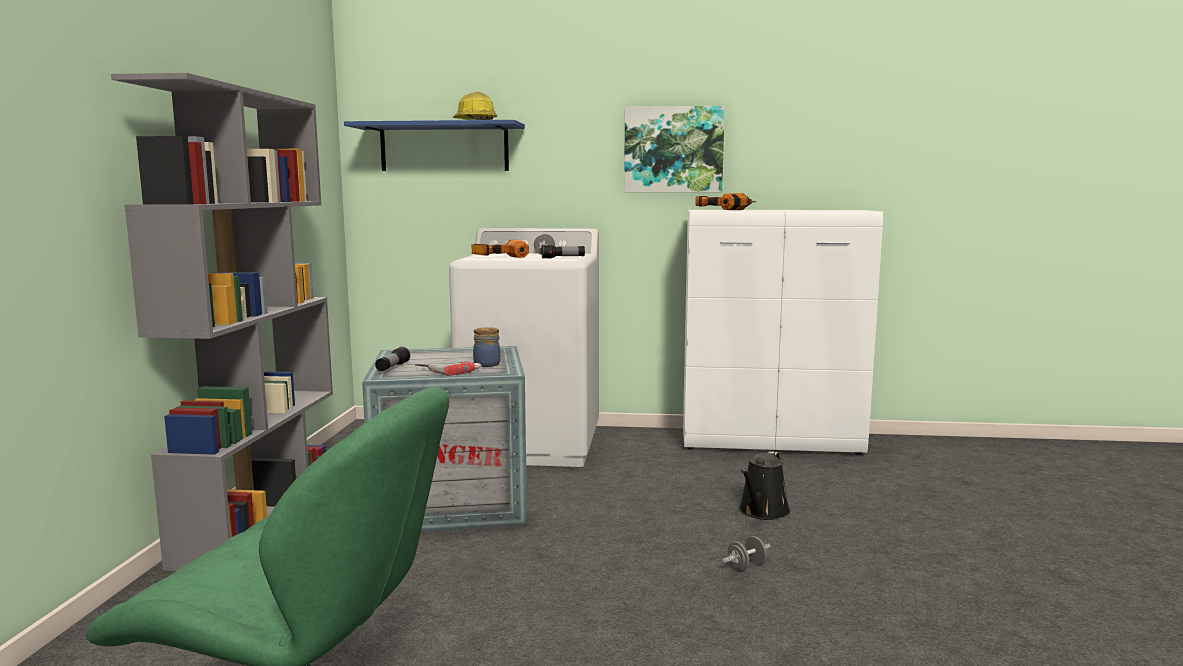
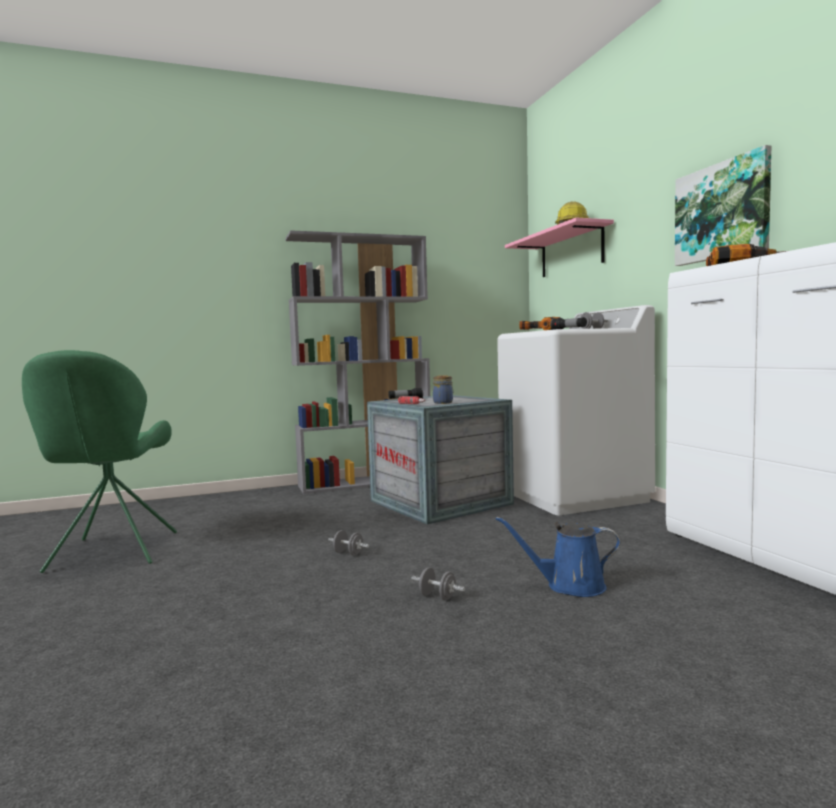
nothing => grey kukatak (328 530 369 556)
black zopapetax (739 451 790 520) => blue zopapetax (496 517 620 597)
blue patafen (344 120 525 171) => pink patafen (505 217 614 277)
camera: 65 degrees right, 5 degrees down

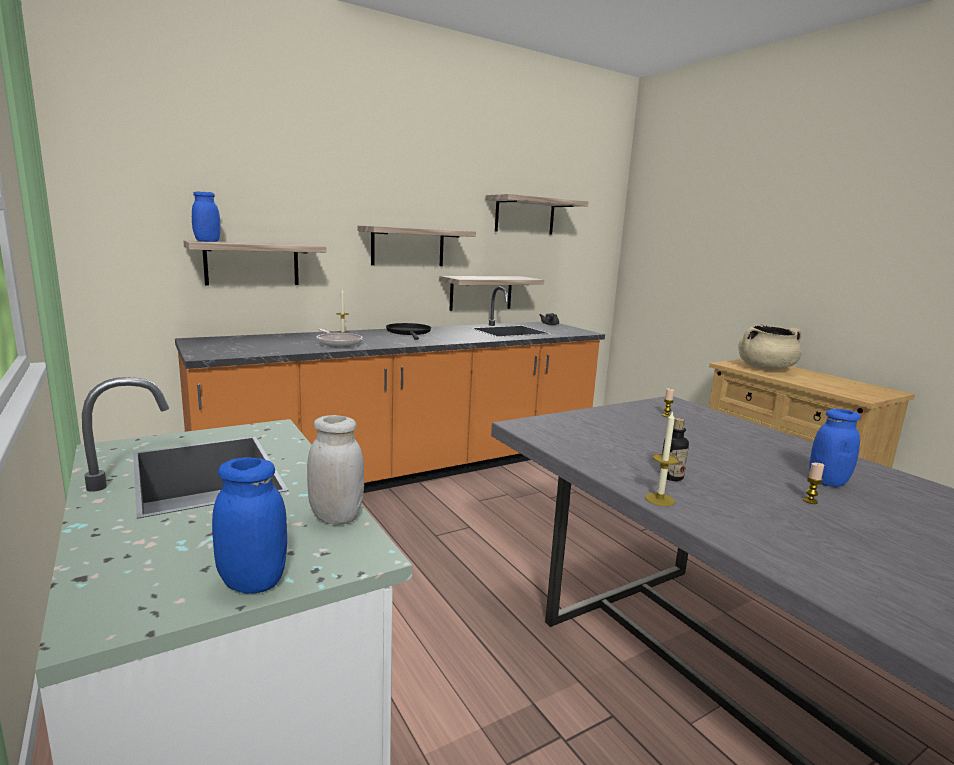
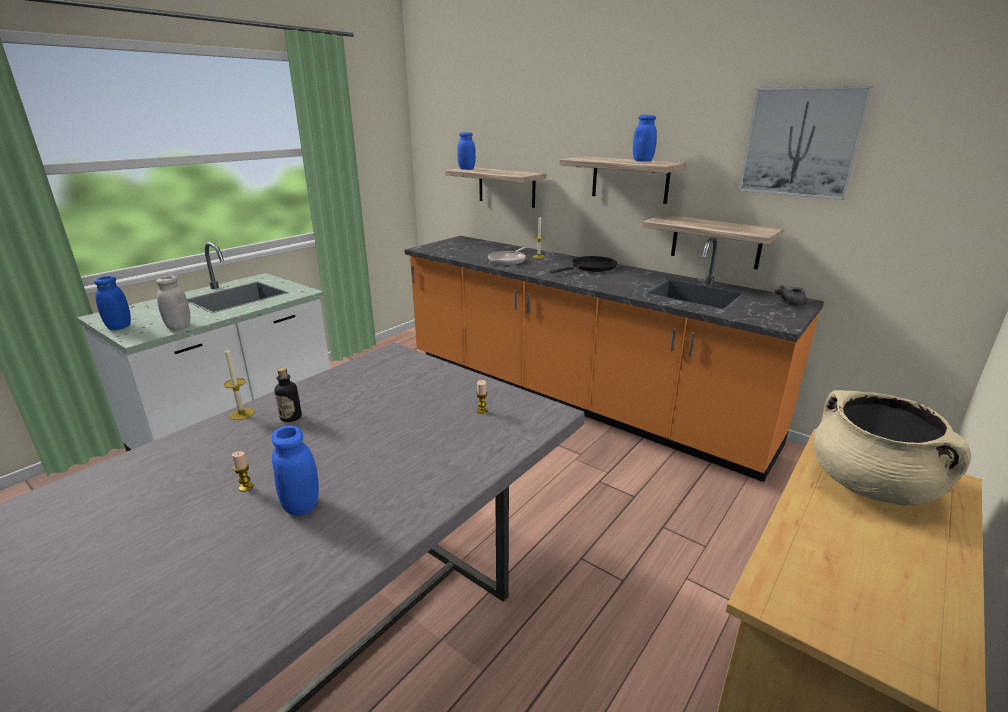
nothing => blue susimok (633 115 657 162)
patafen (486 194 589 234) => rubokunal (739 86 874 200)
camera: 70 degrees right, 10 degrees up

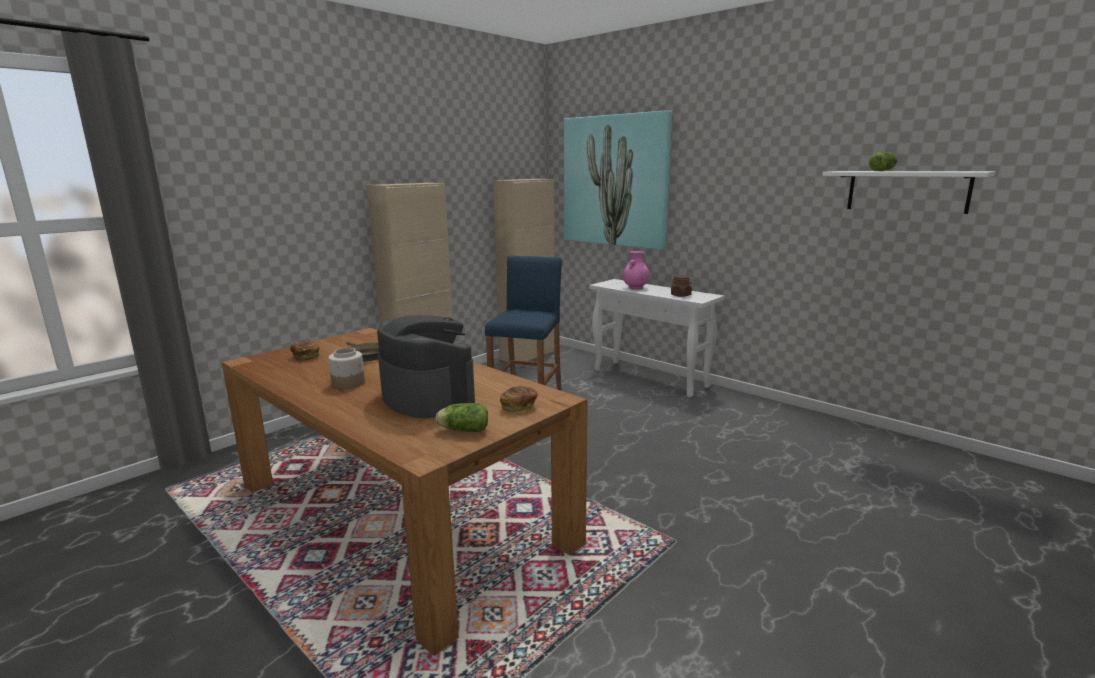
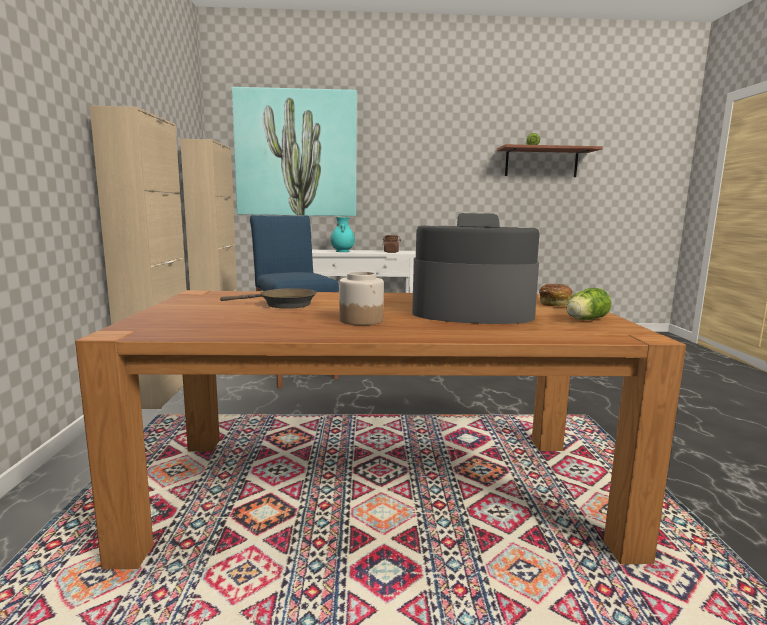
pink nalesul (623 251 649 290) => turquoise nalesul (331 217 355 252)
white patafen (822 171 996 214) => brown patafen (497 144 603 177)
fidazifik (290 341 320 360) => nothing
camera: 45 degrees left, 5 degrees down

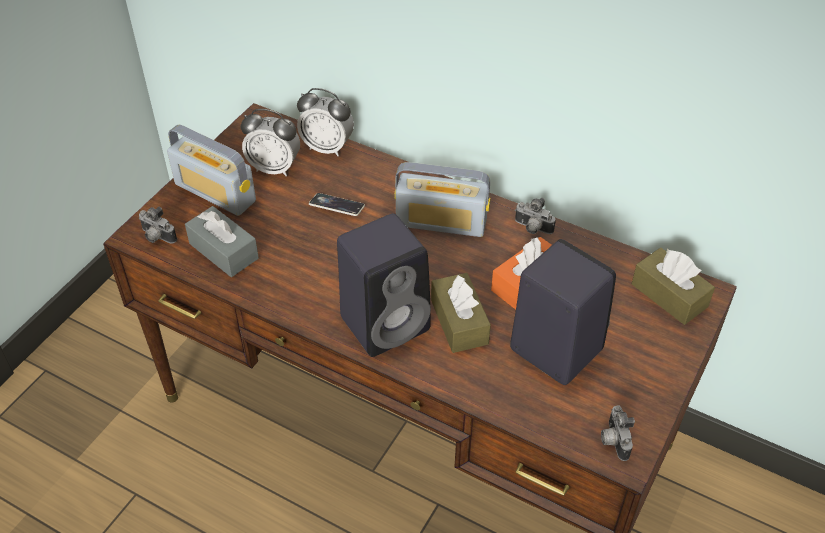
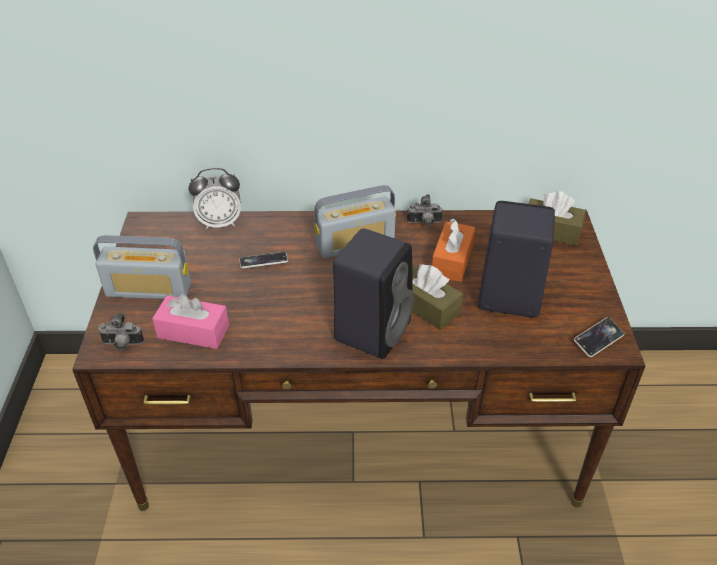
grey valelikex (185 206 259 277) => pink valelikex (152 294 229 349)
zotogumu (601 405 635 461) => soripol (574 317 624 357)
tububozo (241 109 300 176) => nothing
camera: 30 degrees left, 5 degrees down

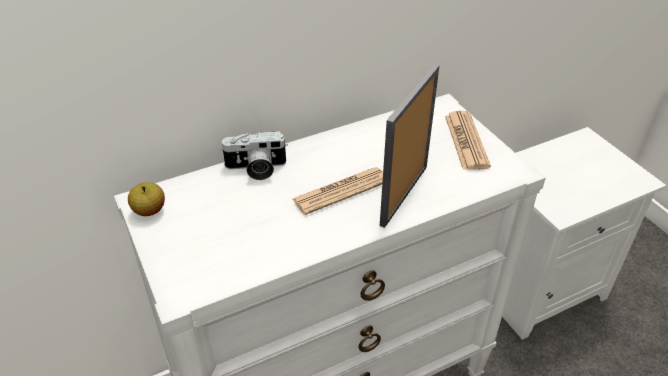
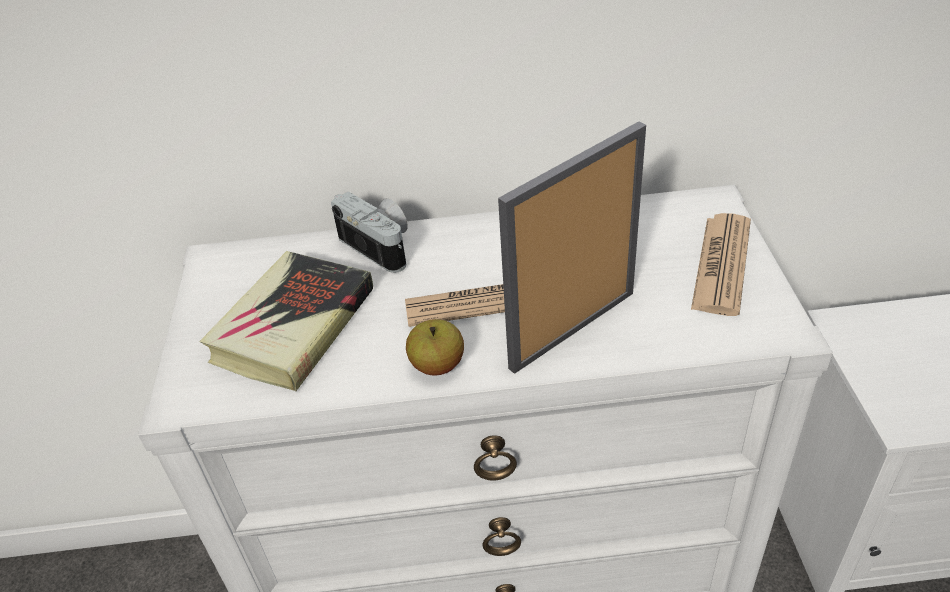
nothing => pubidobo (199 251 373 391)
zotogumu (220 131 288 180) => zotogumu (331 191 407 273), 150 degrees counterclockwise
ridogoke (128 182 165 216) => ridogoke (406 319 464 375), relocated
camera: 25 degrees right, 0 degrees up

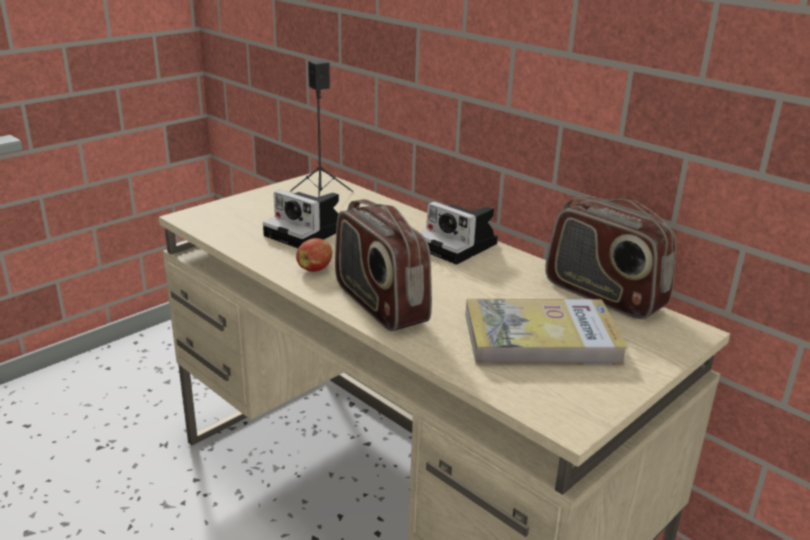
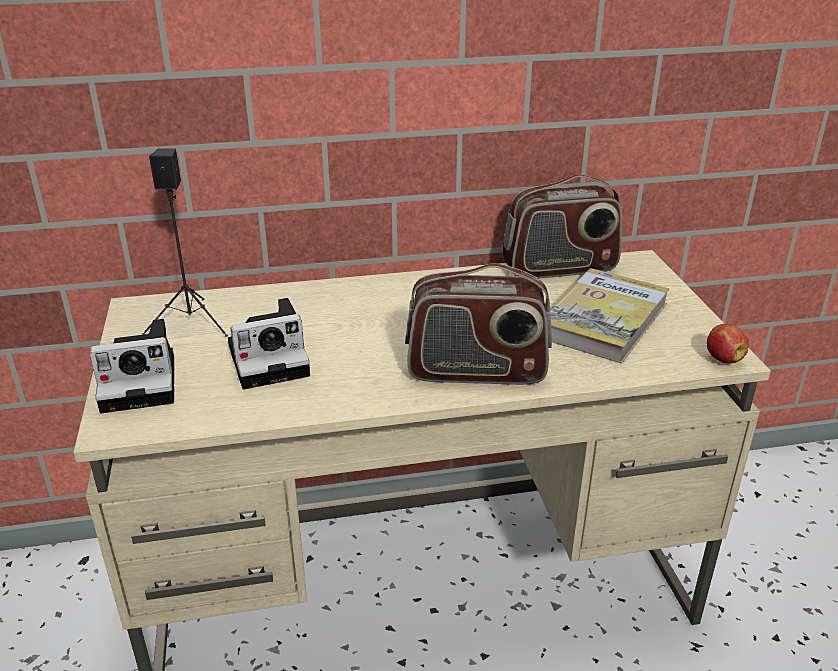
zotogumu (420 202 498 265) => zotogumu (90 319 174 414), relocated
ridogoke (296 238 332 272) => ridogoke (707 324 749 363), relocated
camera: 55 degrees left, 5 degrees up

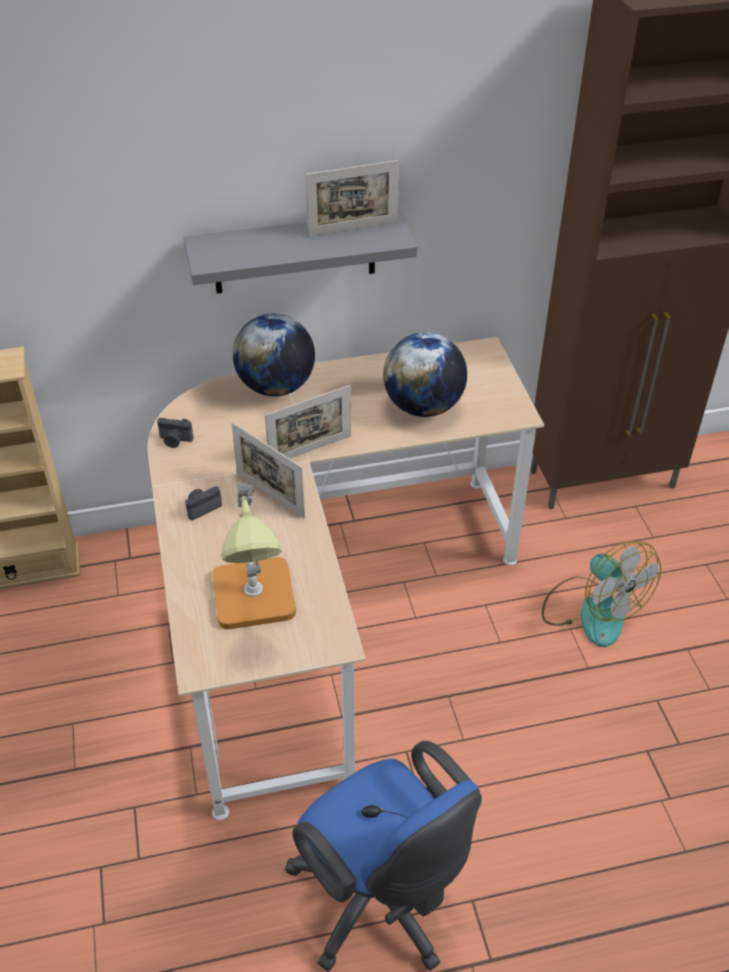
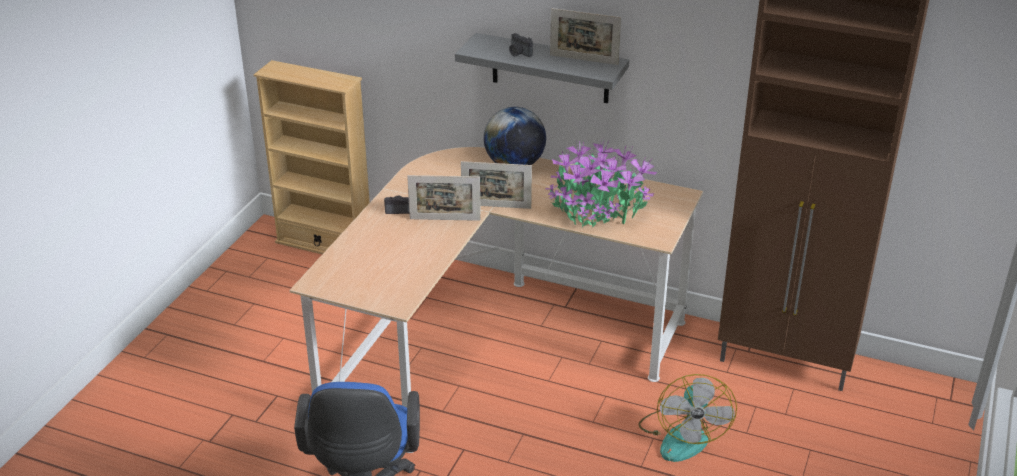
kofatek (231 422 305 518) => kofatek (407 175 481 221), 75 degrees counterclockwise
zotogumu (157 418 194 448) => zotogumu (509 33 533 57), relocated
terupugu (383 332 467 417) => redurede (545 138 657 228)
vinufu (212 483 296 629) => nothing
camera: 35 degrees right, 10 degrees down

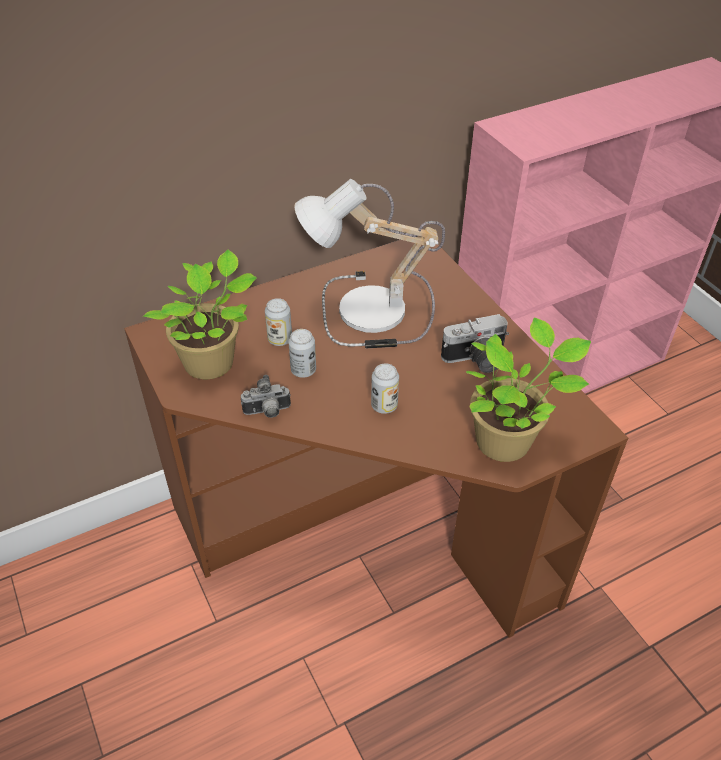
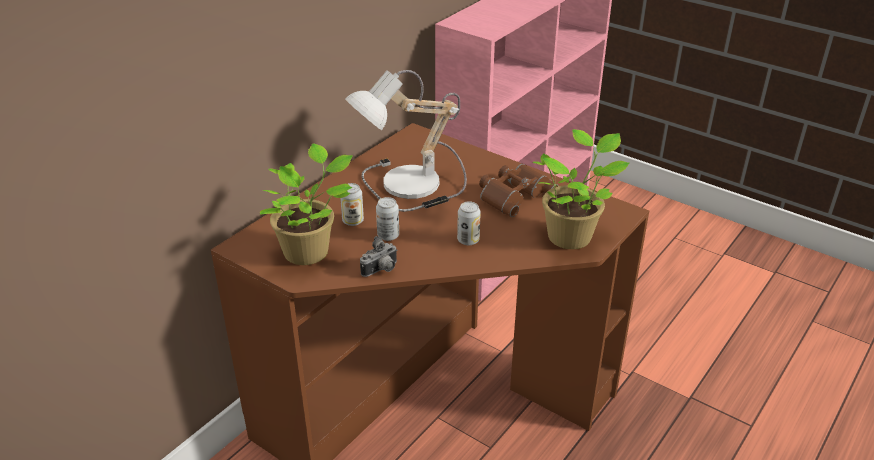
zotogumu (441 314 509 373) => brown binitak (479 164 558 217)
camera: 25 degrees left, 10 degrees down

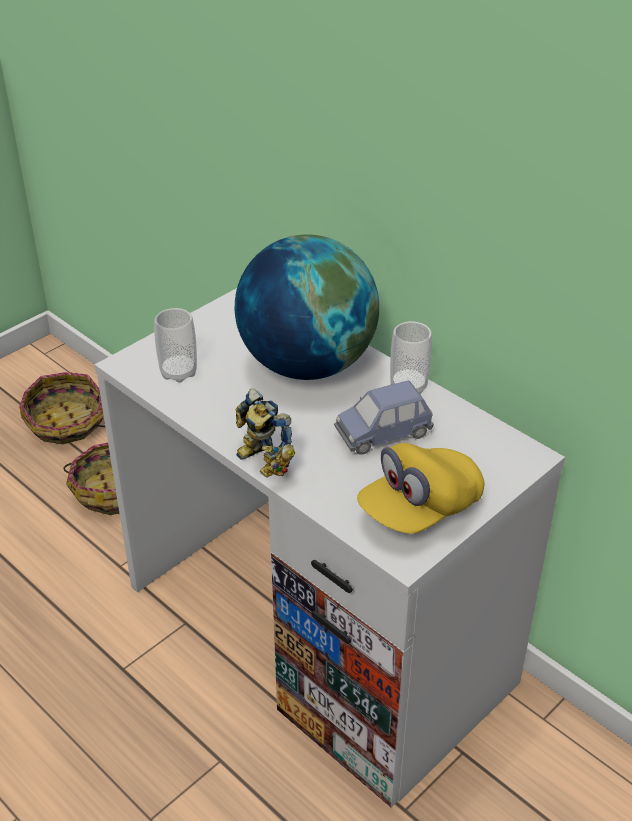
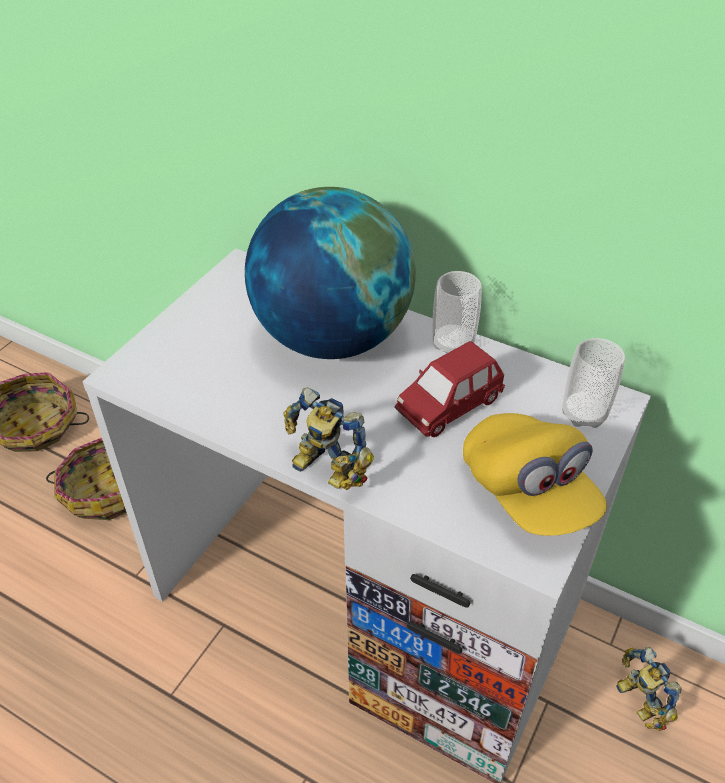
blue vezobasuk (334 381 434 455) => red vezobasuk (395 341 505 437)
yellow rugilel (357 443 485 534) => yellow rugilel (463 413 607 536), 60 degrees counterclockwise
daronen (154 308 197 383) => daronen (562 338 625 428), relocated
nothing => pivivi (616 647 682 731)
camera: 15 degrees left, 5 degrees up

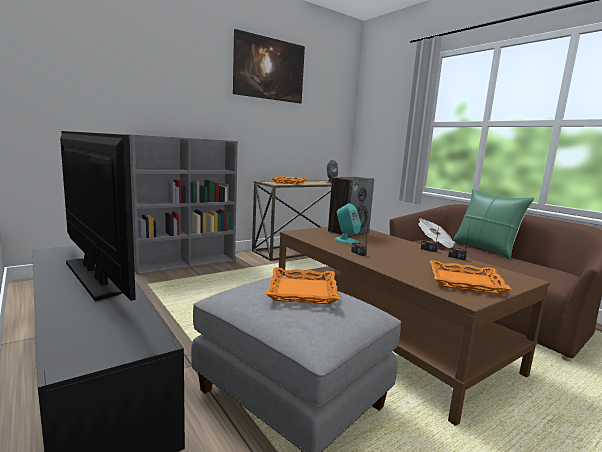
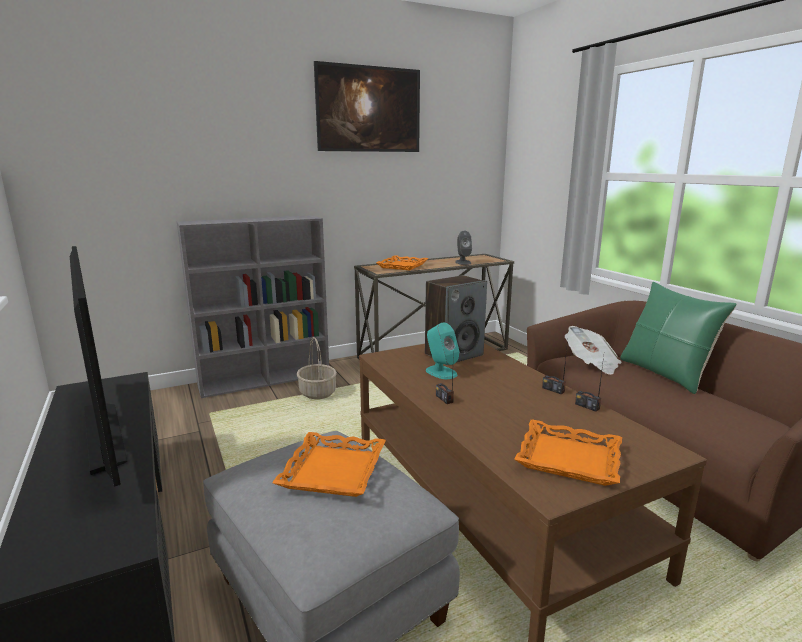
nothing => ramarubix (297 337 337 399)
camera: 10 degrees right, 5 degrees up

